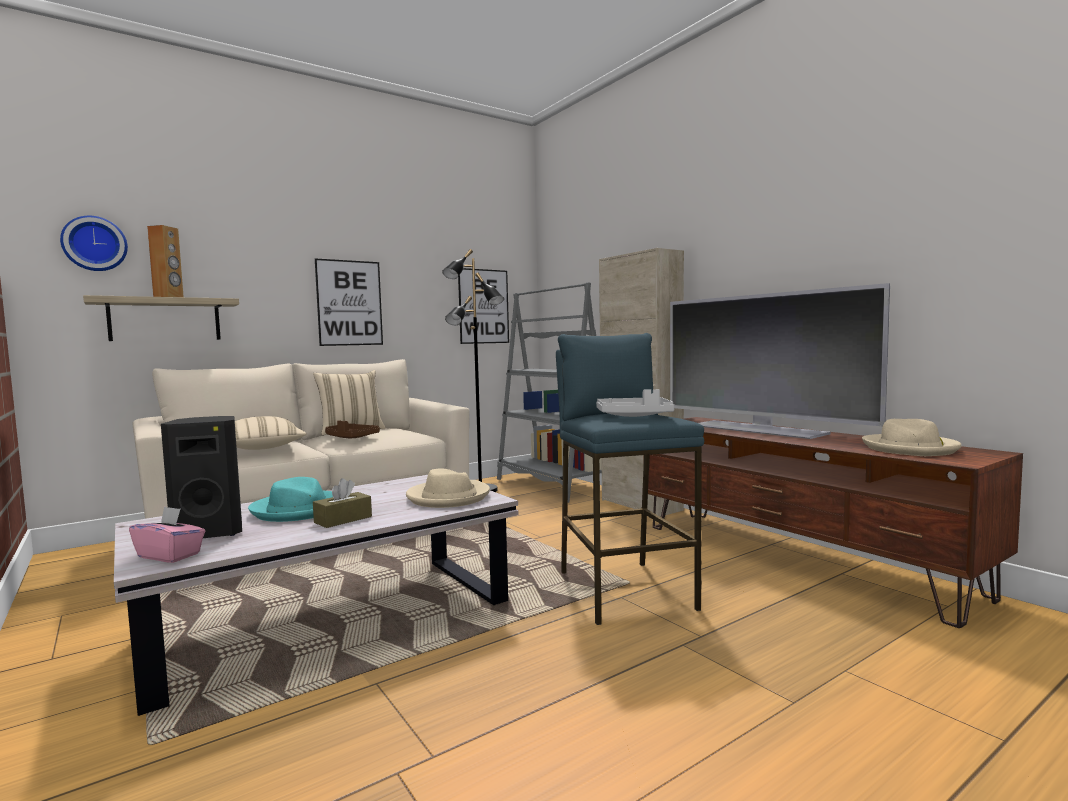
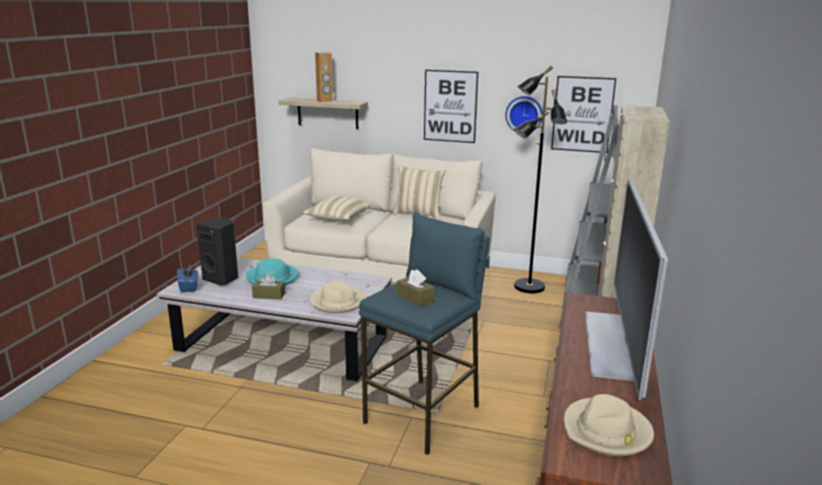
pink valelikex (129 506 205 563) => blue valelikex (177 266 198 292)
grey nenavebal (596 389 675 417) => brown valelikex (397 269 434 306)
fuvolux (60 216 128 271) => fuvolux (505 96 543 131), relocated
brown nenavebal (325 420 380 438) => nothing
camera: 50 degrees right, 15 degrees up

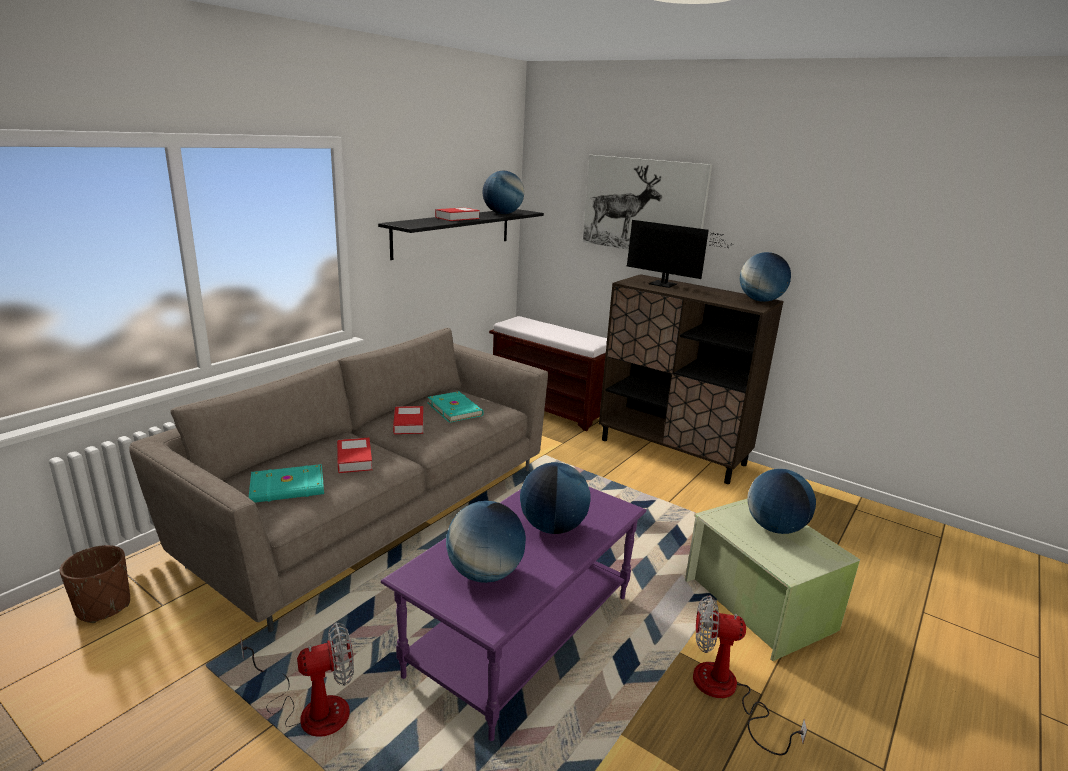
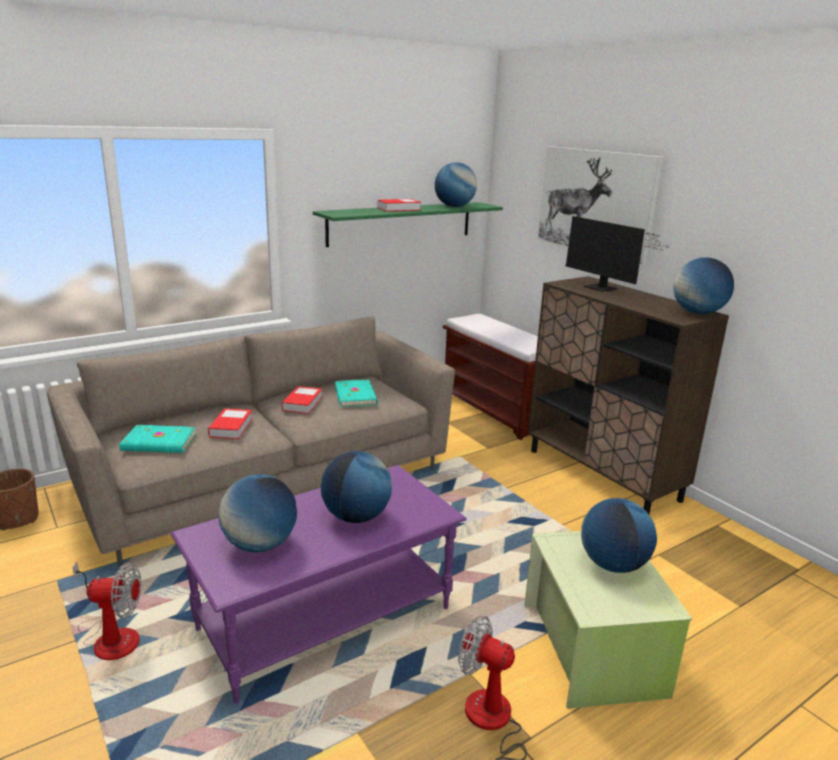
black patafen (378 209 544 260) => green patafen (313 202 503 247)
camera: 20 degrees right, 0 degrees up

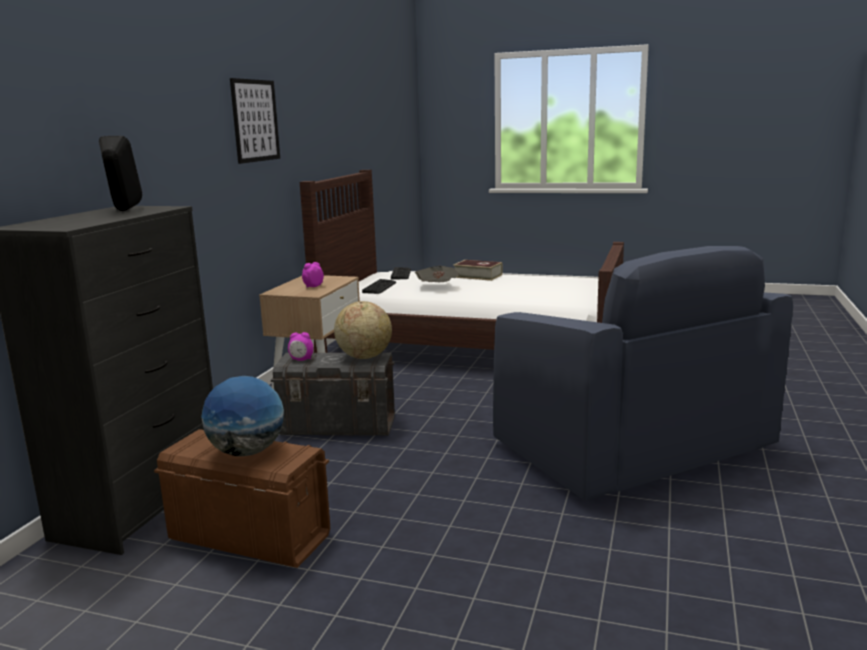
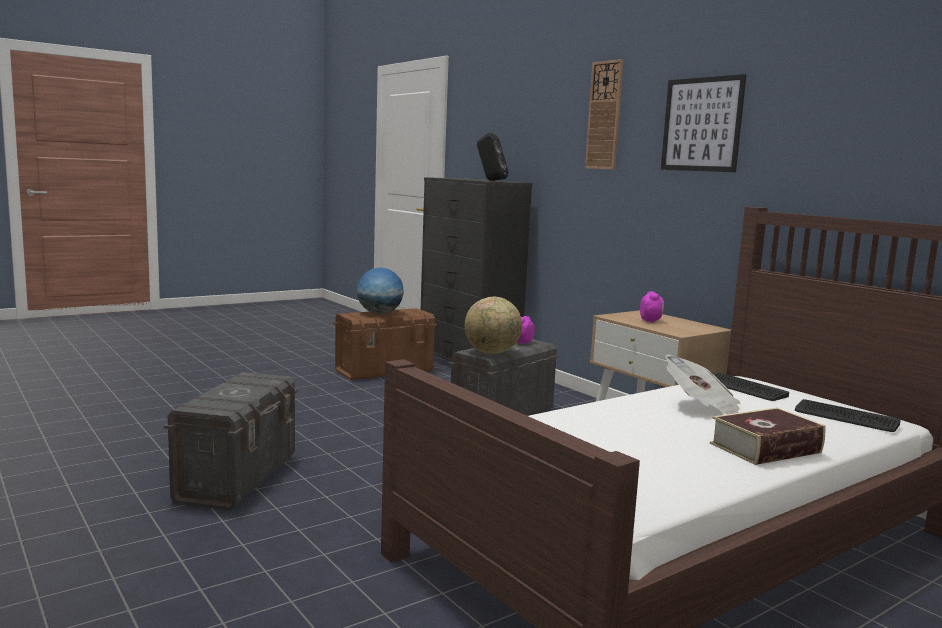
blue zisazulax (493 246 793 500) => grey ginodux (164 372 298 511)
nothing => fuvolux (585 59 623 170)
camera: 125 degrees right, 5 degrees down

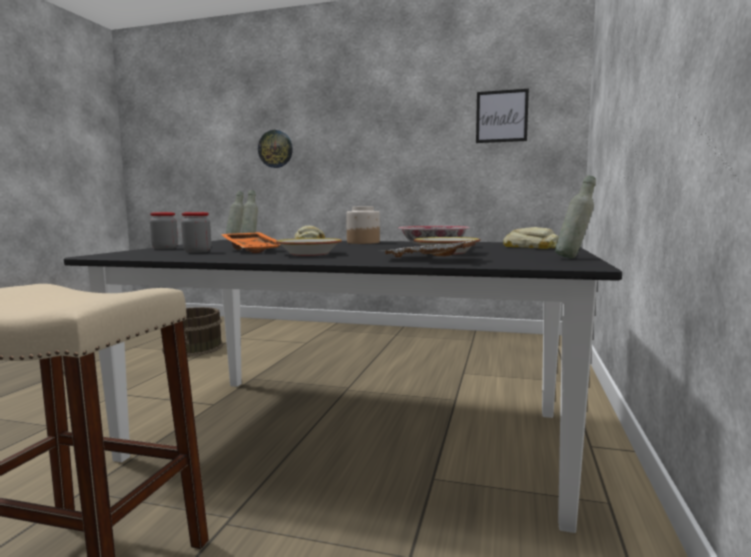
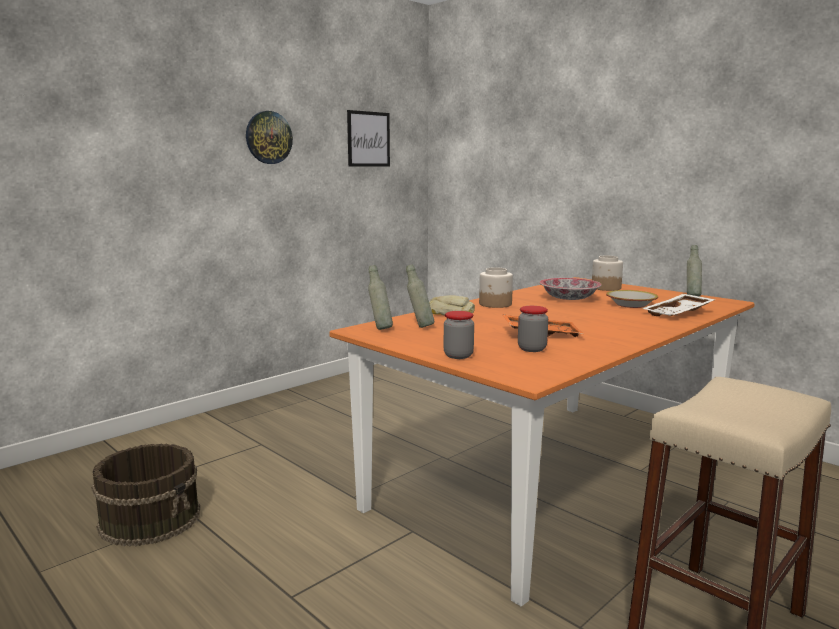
fuvolux (258 130 293 168) => fuvolux (246 111 293 164), relocated
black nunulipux (64 240 622 533) => orange nunulipux (329 277 755 606)
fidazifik (503 227 559 249) => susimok (592 256 623 291)
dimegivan (276 238 342 256) => nothing
camera: 60 degrees left, 5 degrees up

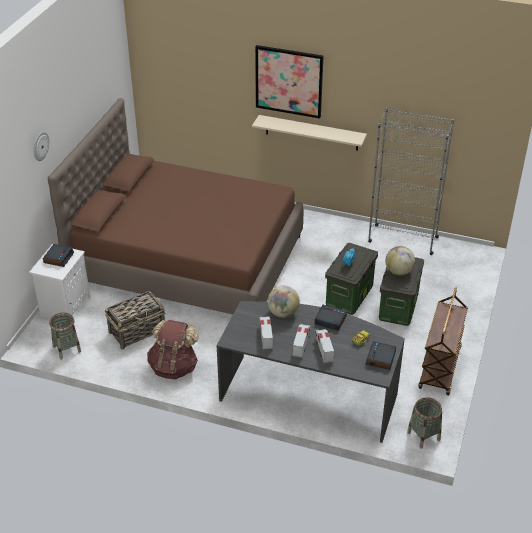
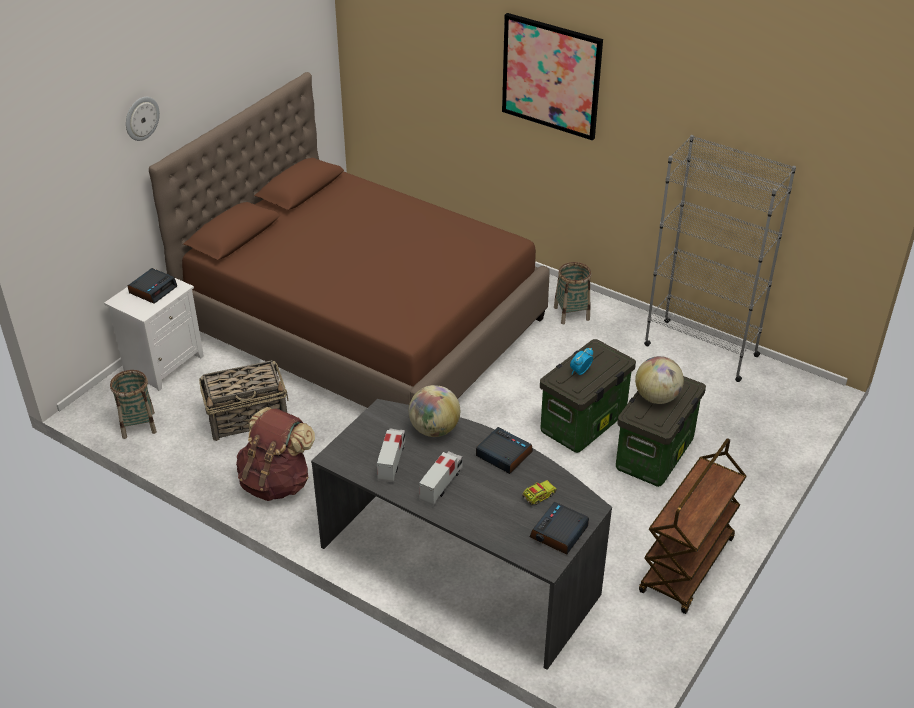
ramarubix (407 397 442 449) => ramarubix (554 262 591 324), relocated
beige patafen (252 115 367 151) => nothing
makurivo (315 329 334 363) => nothing
camera: 15 degrees right, 0 degrees up

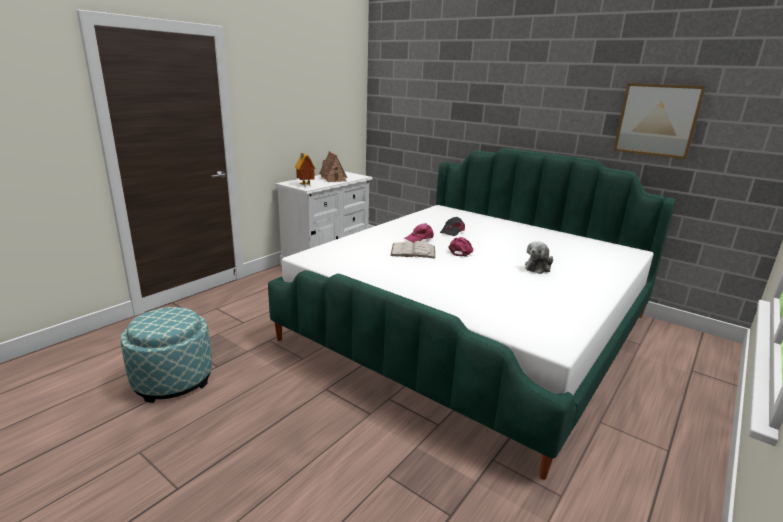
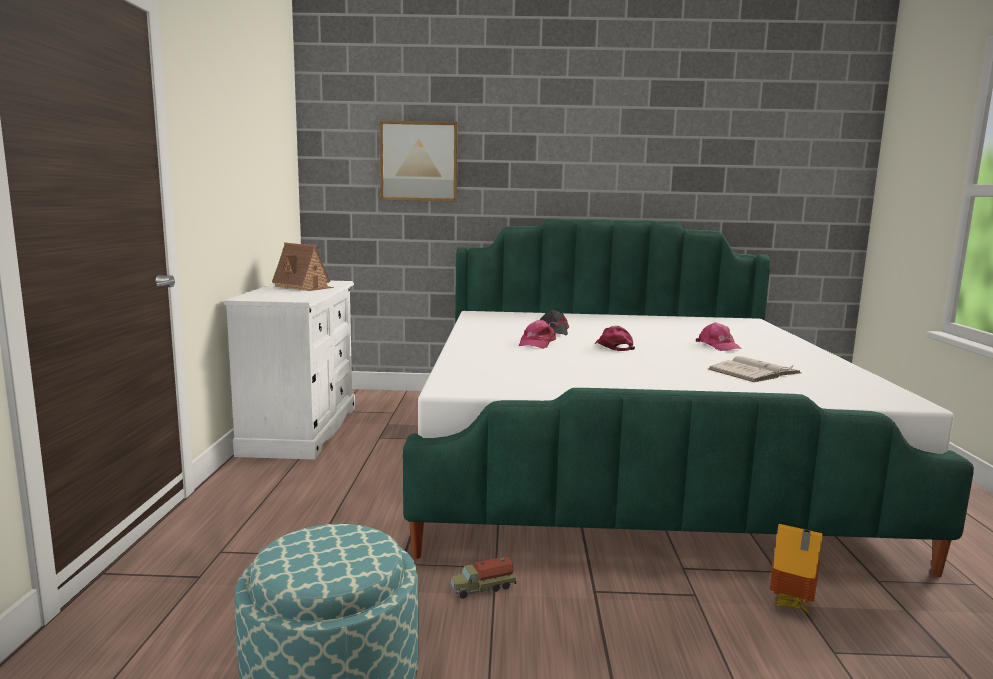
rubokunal (613 83 706 159) => rubokunal (379 121 458 202), relocated
nothing => makurivo (449 556 516 599)
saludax (525 241 553 274) => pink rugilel (696 322 742 351)
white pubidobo (390 241 435 258) => white pubidobo (708 356 801 382), relocated
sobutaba (295 153 316 186) => sobutaba (770 524 823 613), relocated
camera: 35 degrees left, 10 degrees down

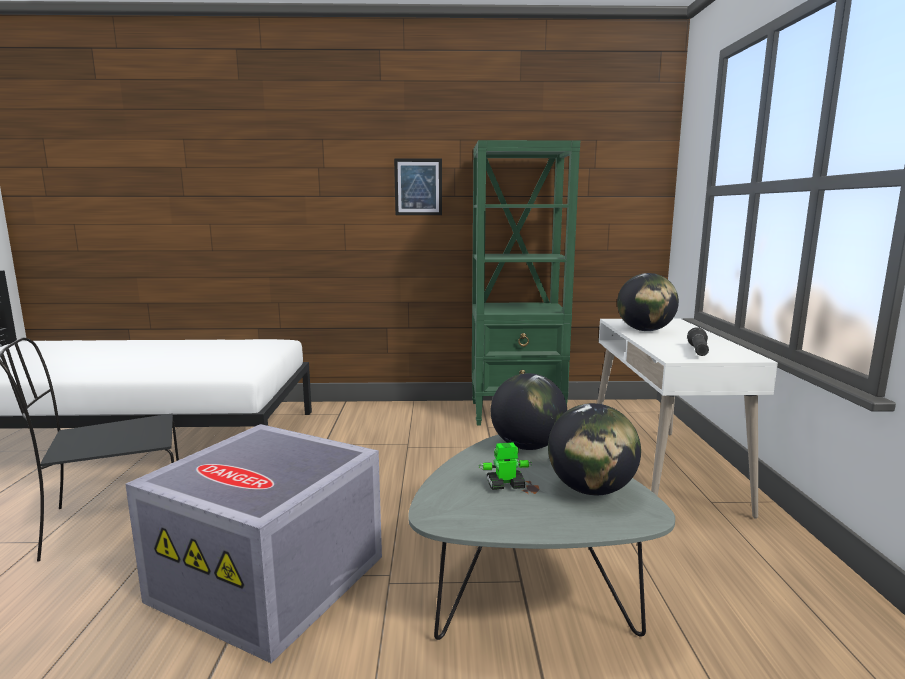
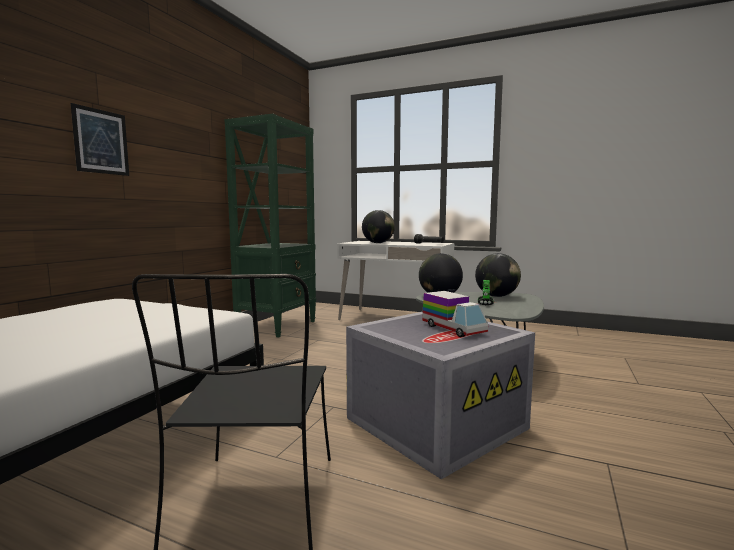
rubokunal (394 158 442 215) => rubokunal (71 103 129 176), relocated
nothing => makurivo (422 291 488 337)
camera: 65 degrees left, 5 degrees down

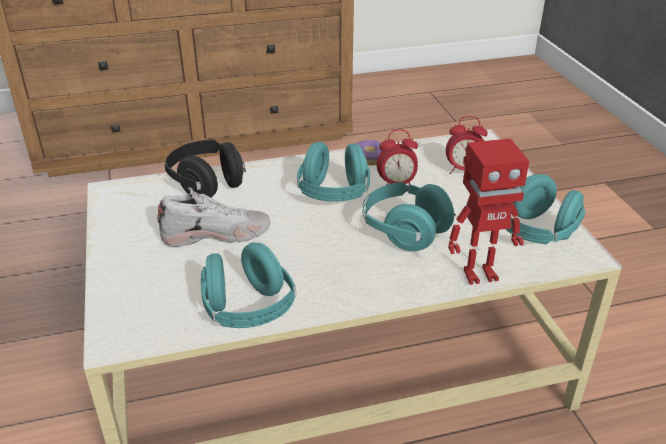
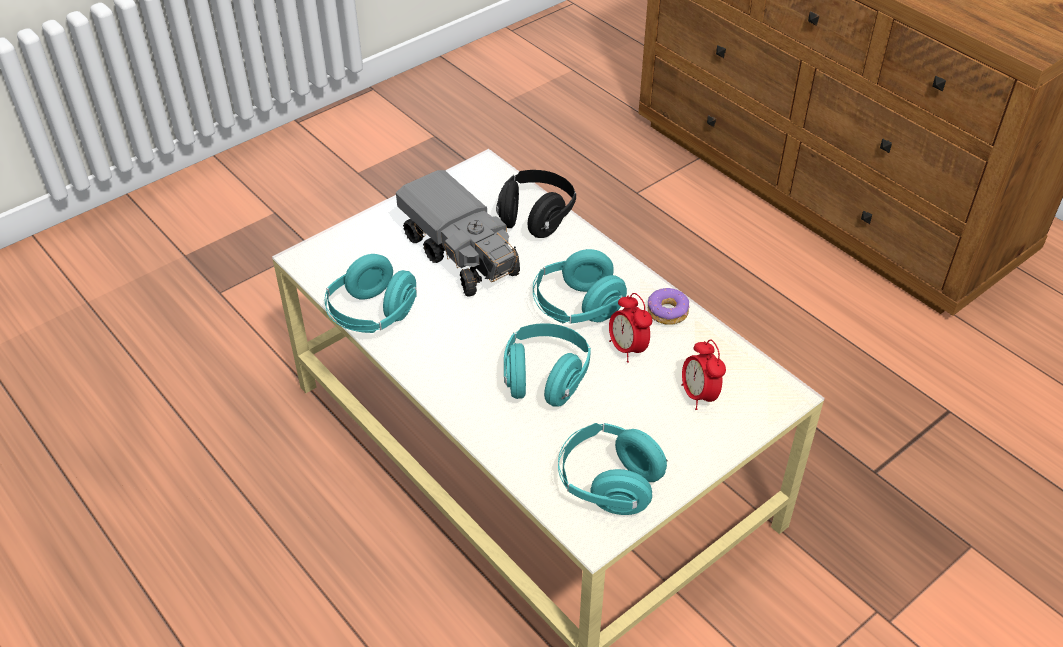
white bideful (158 187 270 247) => makurivo (396 170 520 297)
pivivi (448 138 529 285) => nothing
camera: 65 degrees right, 10 degrees up

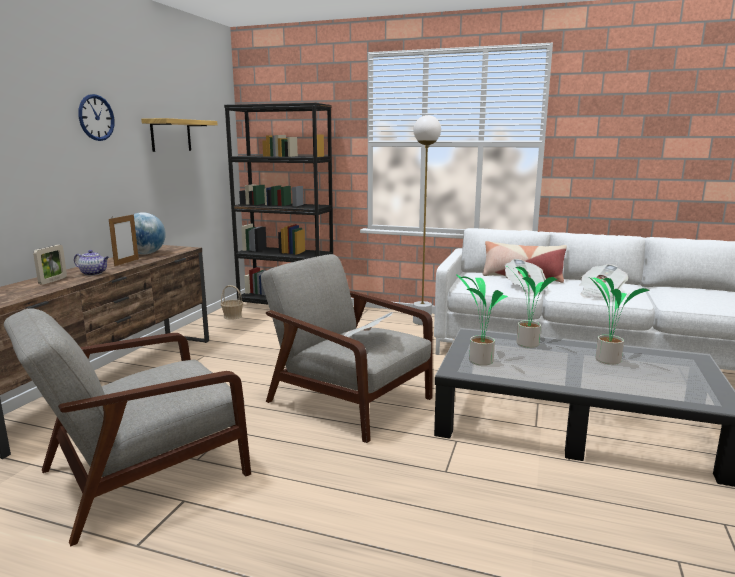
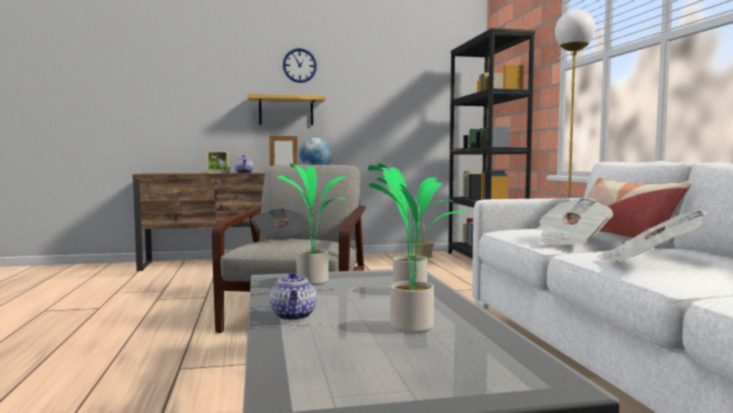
patafen (141 118 218 152) => patafen (248 94 326 125), relocated
nothing => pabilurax (270 272 317 320)
grey zisazulax (4 308 251 546) => nothing
camera: 60 degrees right, 10 degrees down

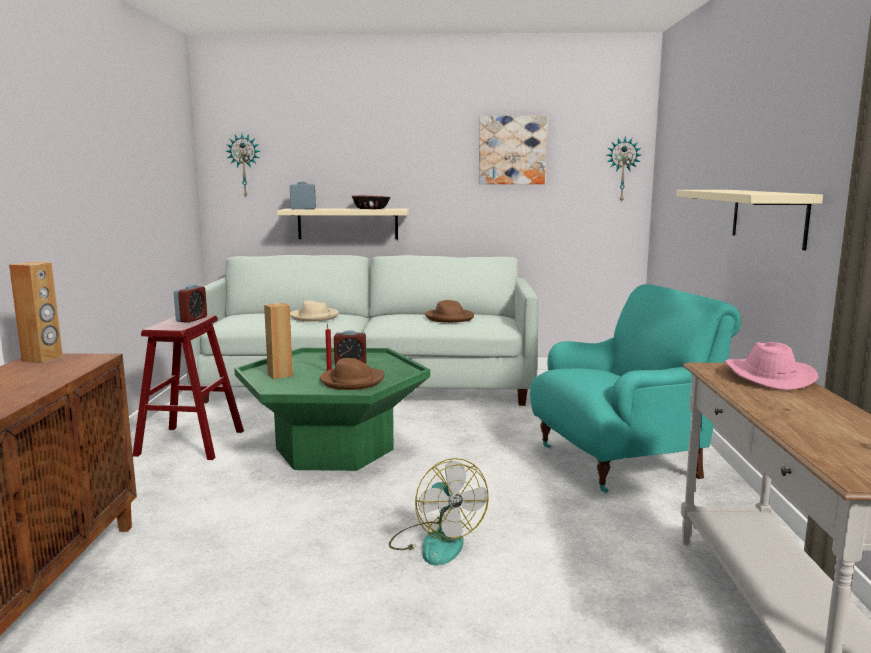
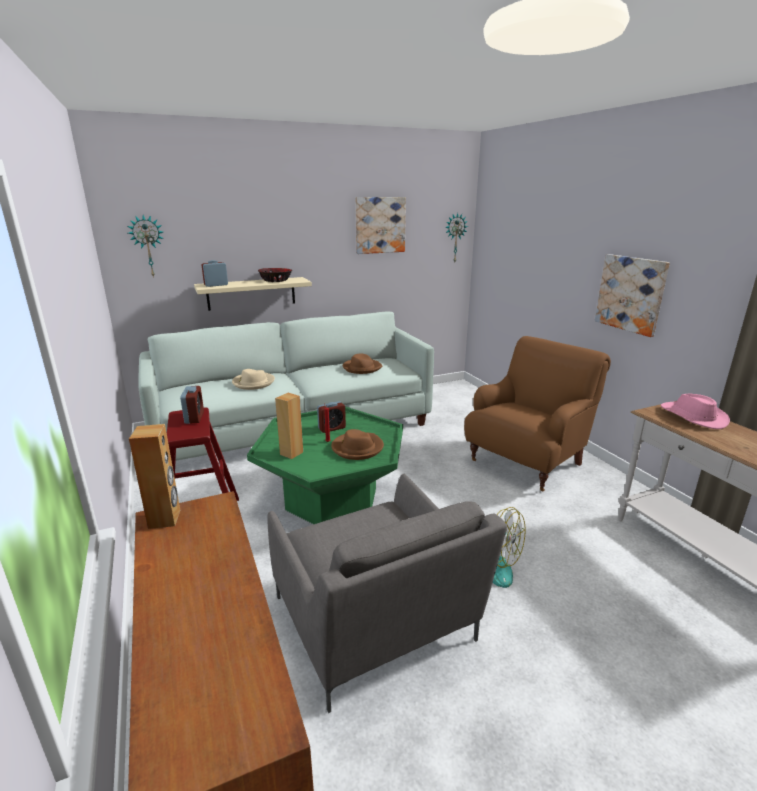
nothing => grey zisazulax (267 474 507 713)
turquoise zisazulax (530 284 741 493) => brown zisazulax (464 336 611 491)
beige patafen (676 190 823 250) => rubokunal (595 254 670 337)
camera: 25 degrees left, 10 degrees up

